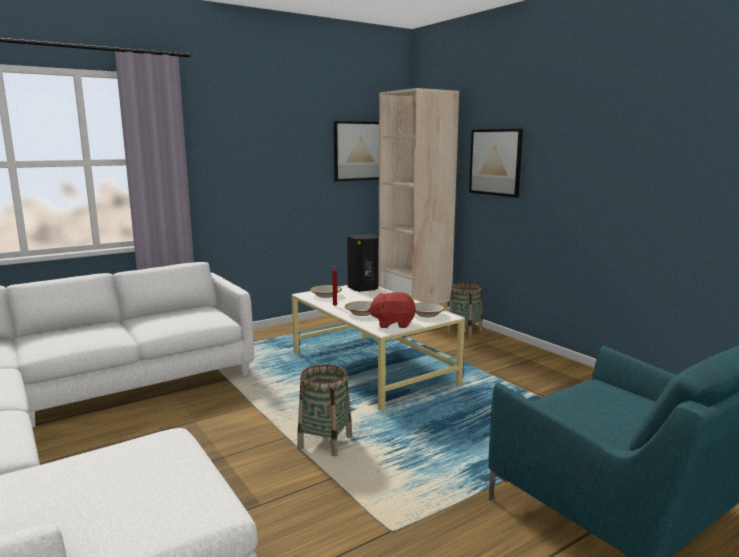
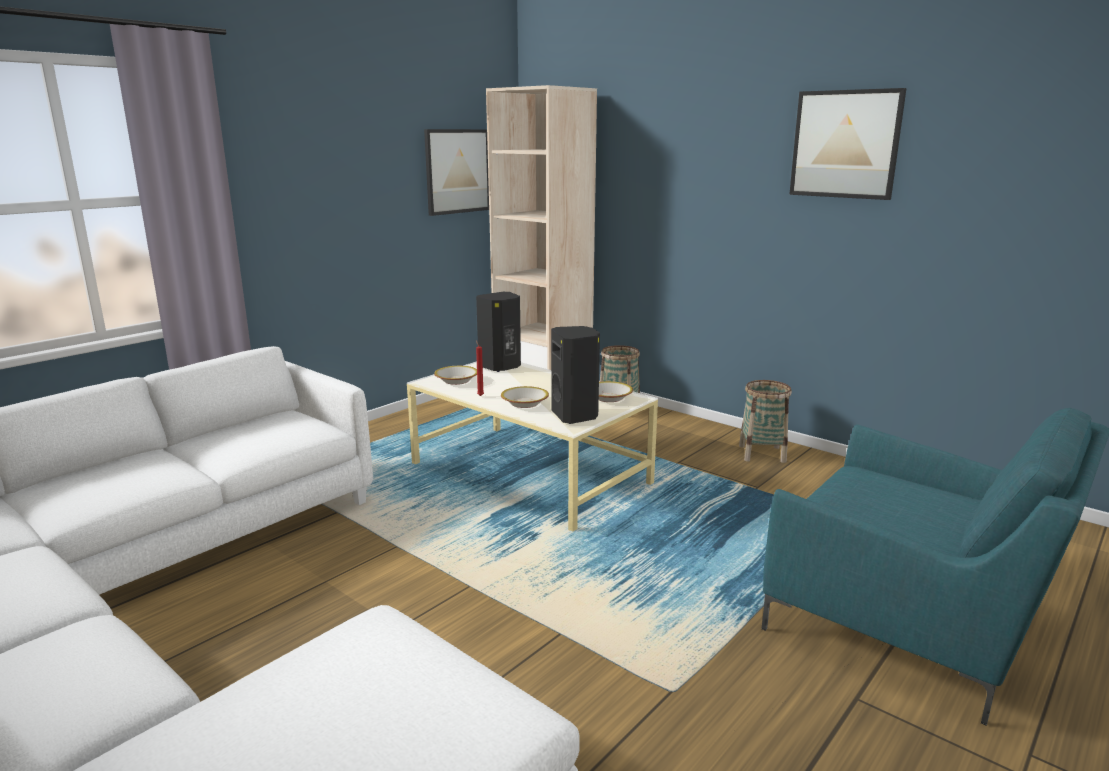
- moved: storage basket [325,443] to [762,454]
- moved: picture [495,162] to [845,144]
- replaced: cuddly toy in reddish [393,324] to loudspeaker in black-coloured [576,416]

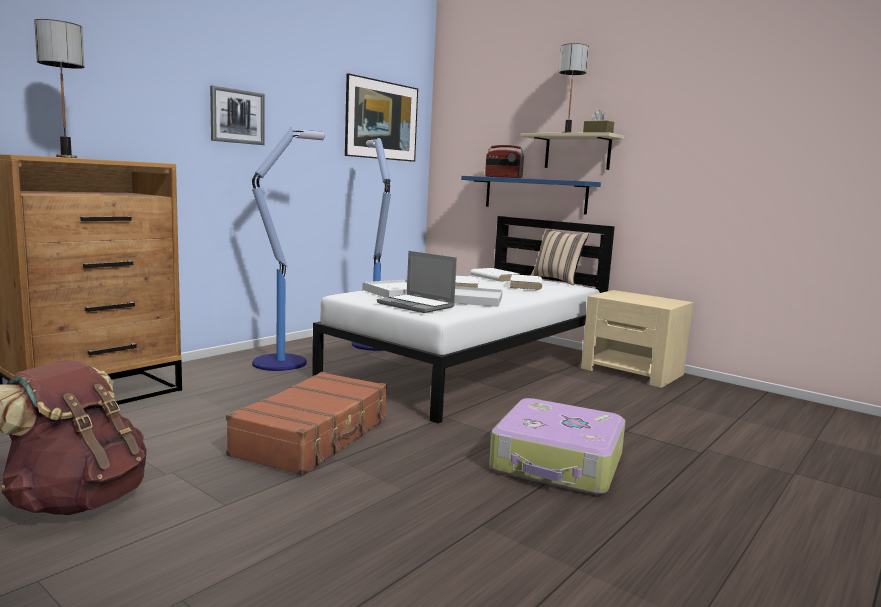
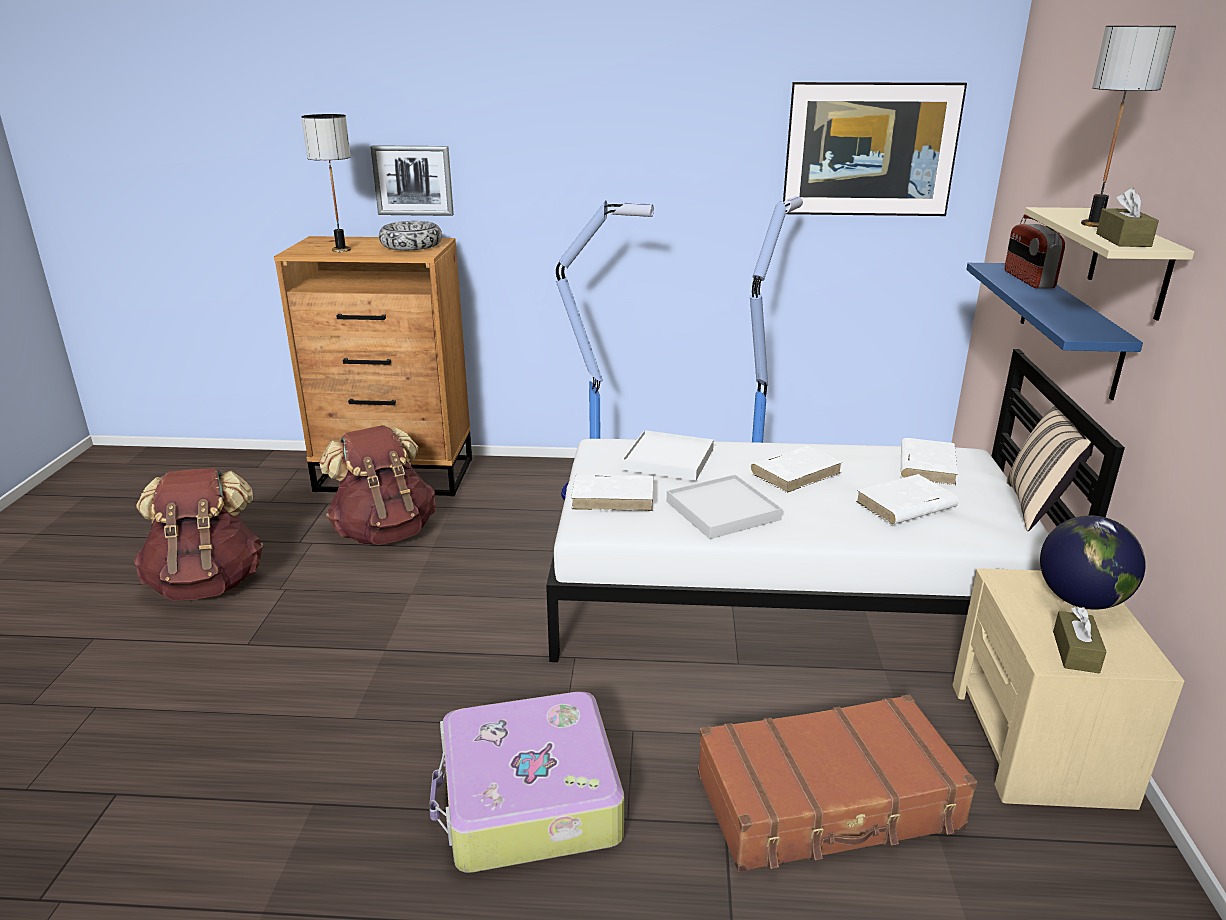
- added: knapsack in brown [385,532]
- added: deep dish [411,245]
- added: globe [1080,601]
- added: box of tissues in brown [1075,652]
- moved: picture [237,116] to [413,180]
- moved: travel case in brown [314,437] to [828,802]
- replaced: notebook computer [417,305] to book in white-coloured [614,496]

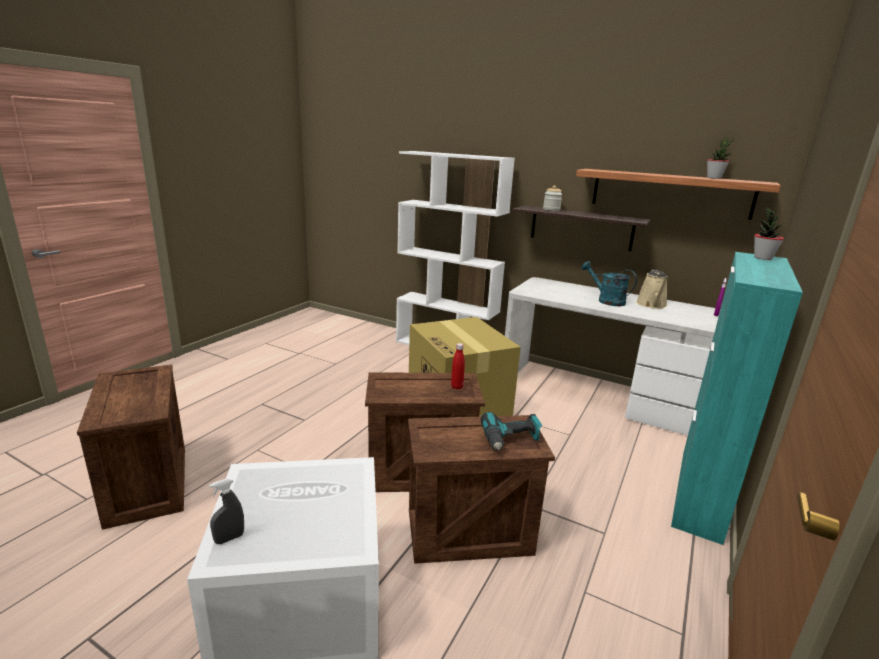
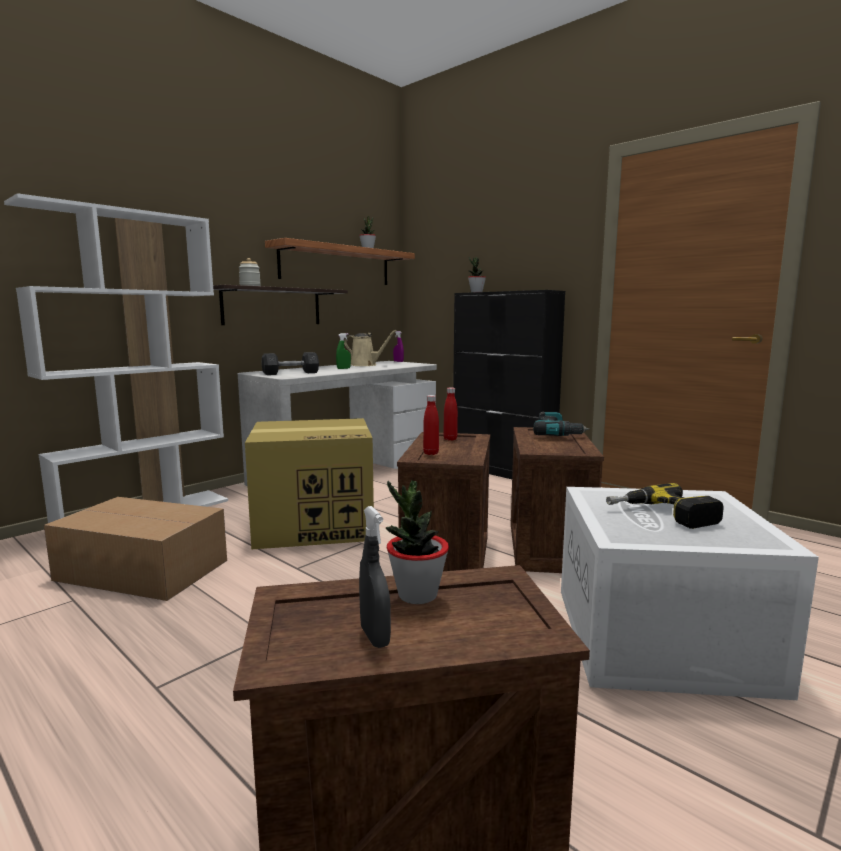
- added: cardboard box [141,569]
- added: dumbbell in gray [291,373]
- added: houseplant [417,595]
- added: bottle in reddish [431,453]
- added: electric drill [662,516]
- moved: sprayer in gray [229,538] to [375,636]
- replaced: sprinkling can in blue-green [606,300] to sprayer in green-coloured [343,368]
- recoloured: storage cabinet in blue-green [700,493] to storage cabinet in black-coloured [502,471]

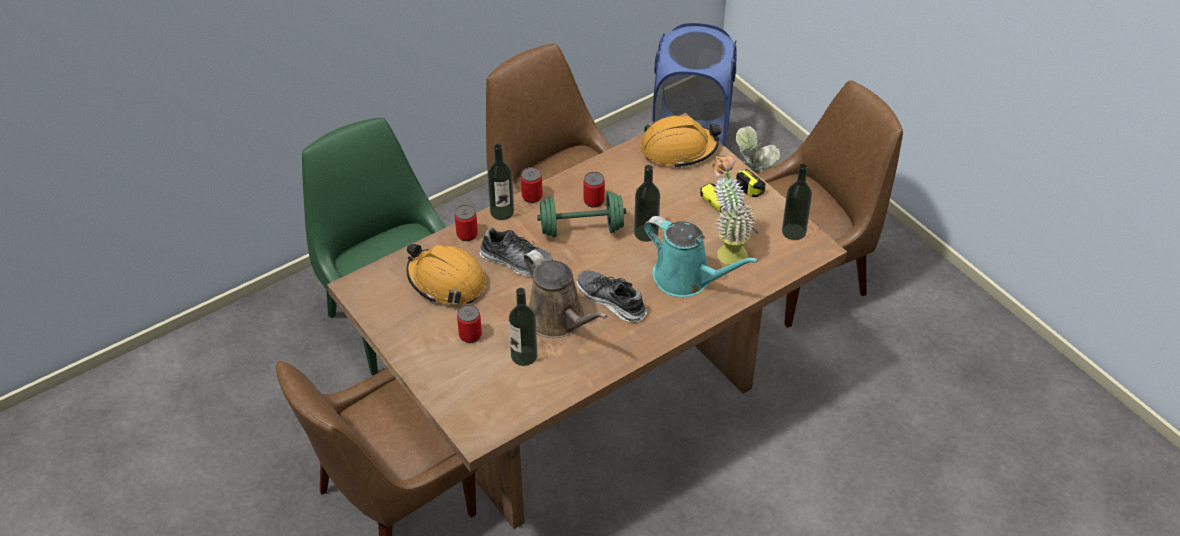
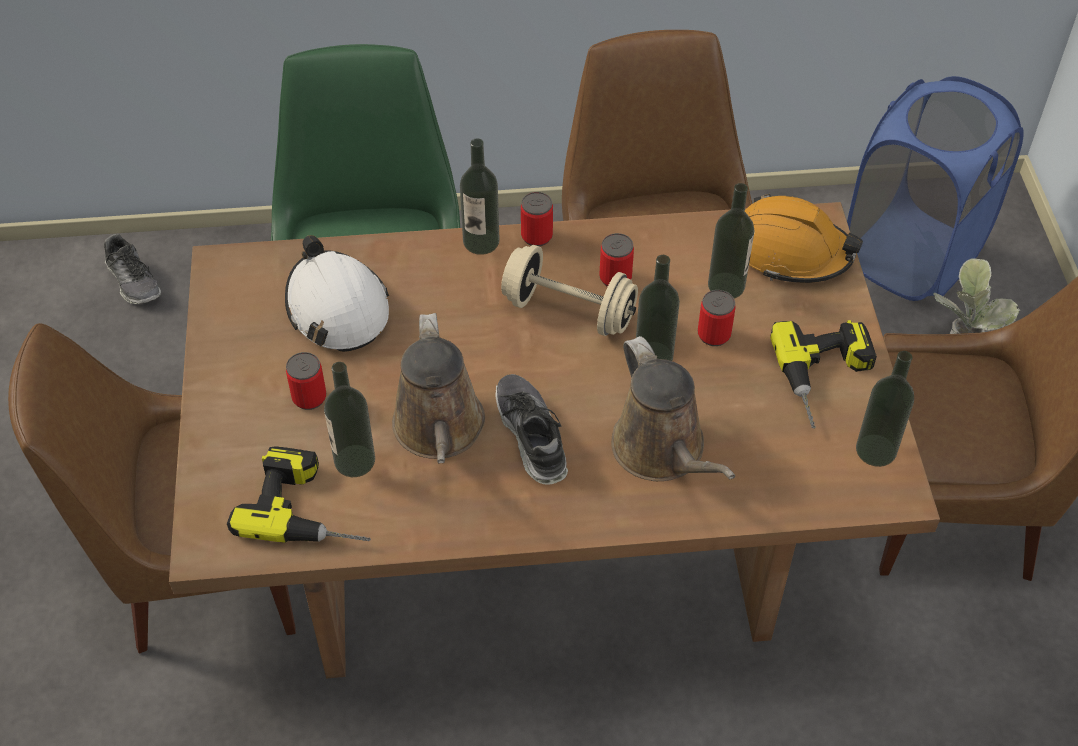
- removed: houseplant [726,250]
- added: electric drill [311,507]
- added: bottle [726,286]
- moved: metal can [467,234] to [714,335]
- moved: low shoe [516,261] to [134,281]
- recoloured: hard hat in orangey [446,281] to hard hat in white-coloured [337,308]
- recoloured: dumbbell in green-coloured [581,229] to dumbbell in beige-coloured [569,311]
- recoloured: sprinkling can in blue-green [687,278] to sprinkling can in brown [662,451]

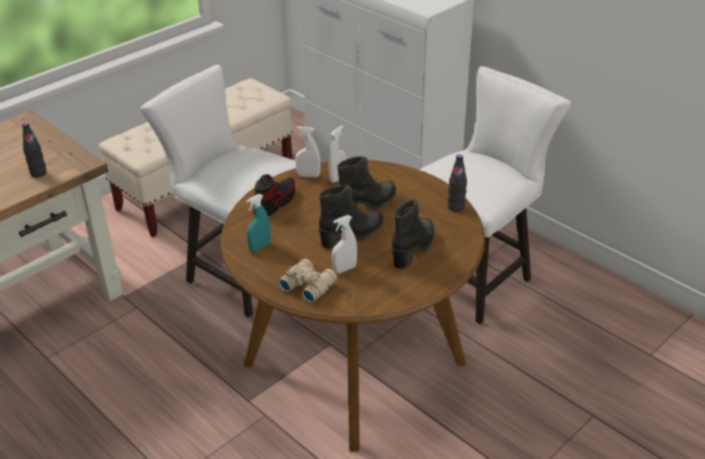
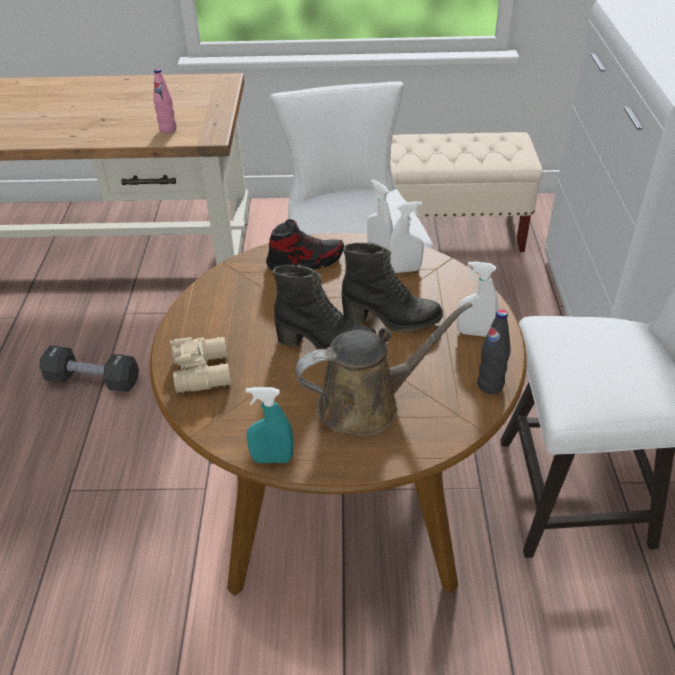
- added: dumbbell in black-coloured [93,380]
- moved: sprayer in blue-green [260,247] to [272,459]
- moved: sprayer in white-coloured [344,269] to [474,333]
- replaced: tall boot in black-coloured [414,248] to sprinkling can in brown [367,404]
- recoloured: bottle in black-coloured [38,173] to bottle in pinkish [168,129]

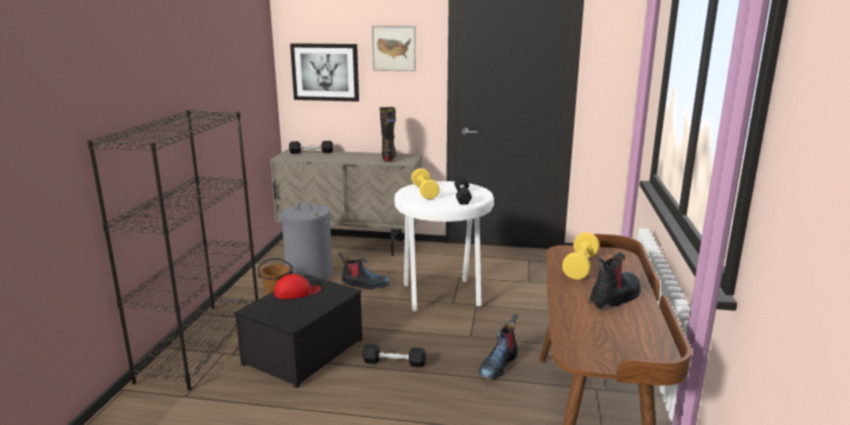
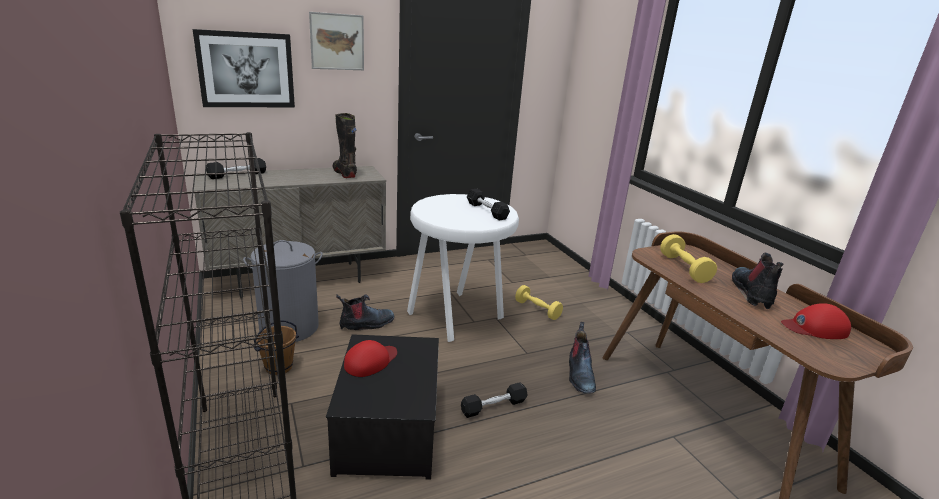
- added: peaked cap in reddish [814,328]
- moved: dumbbell in yellow-coloured [425,192] to [537,310]

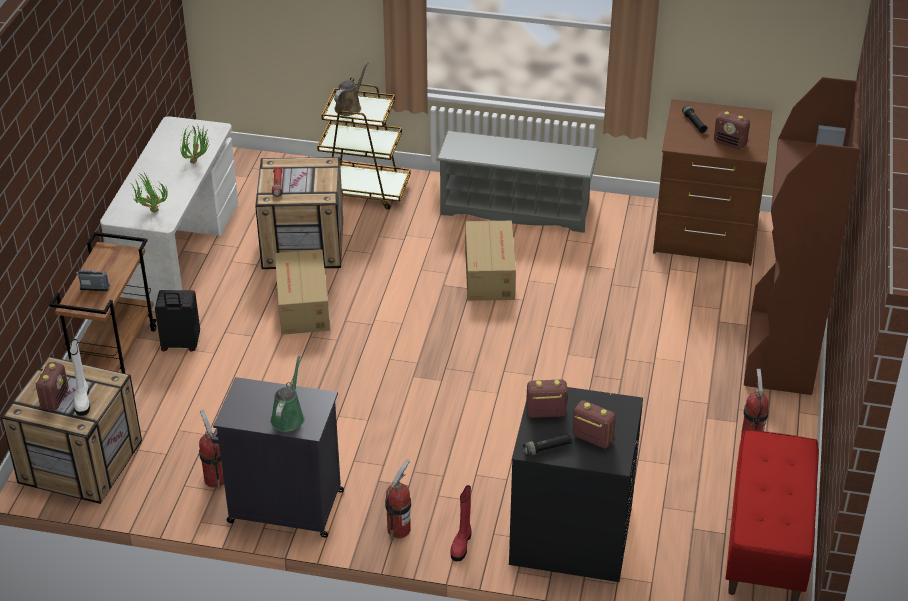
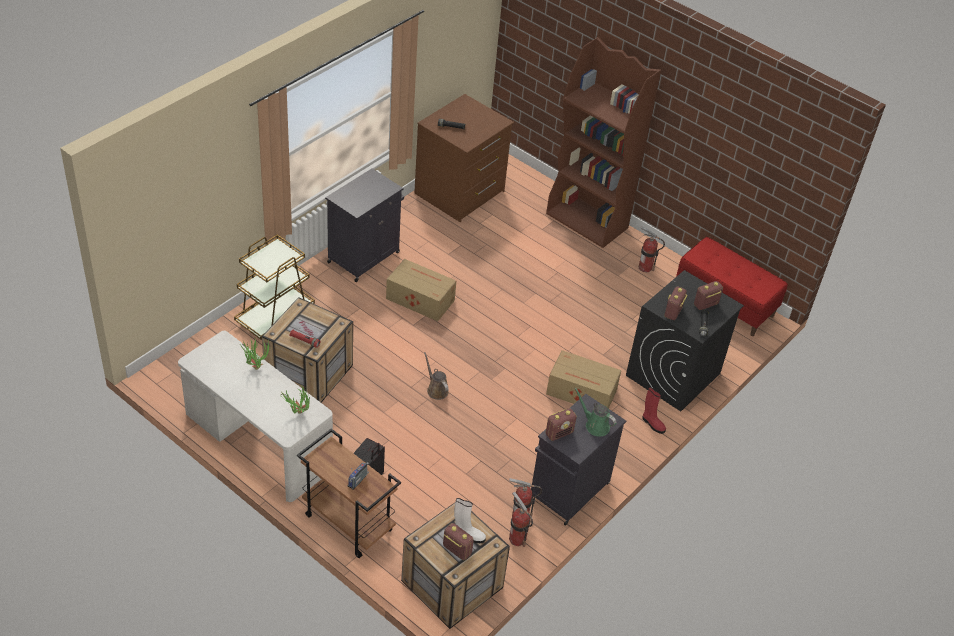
- moved: cardboard box [302,306] to [582,392]
- moved: sprinkling can in brown [349,107] to [436,389]
- moved: extinguisher [399,529] to [517,539]
- moved: radio receiver [730,143] to [559,433]
- replaced: shoe rack in gray [516,209] to storage cabinet in black-coloured [364,256]

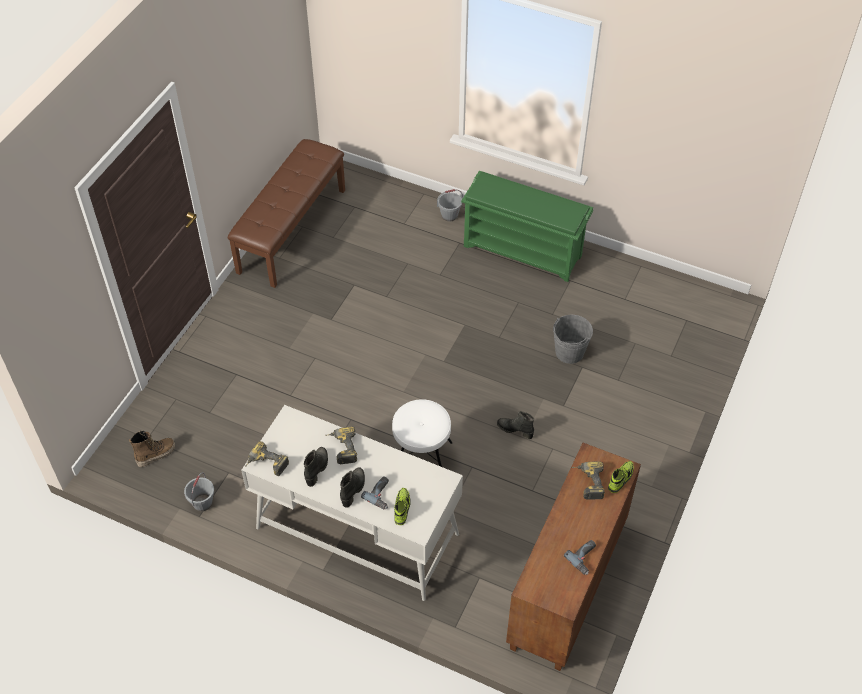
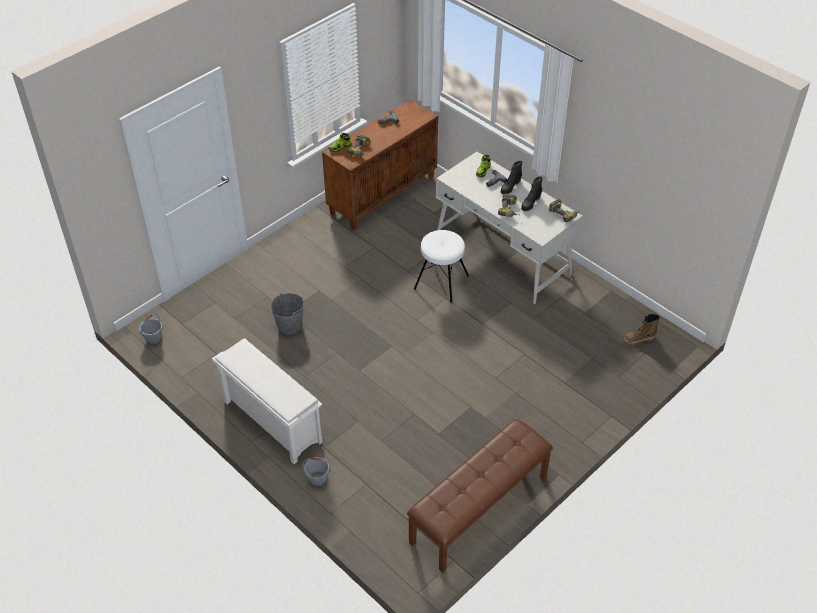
- removed: tall boot in black-coloured [515,430]
- moved: water bucket in gray [202,503] to [153,339]
- recoloured: shoe rack in green-coloured [524,251] to shoe rack in white-coloured [271,421]

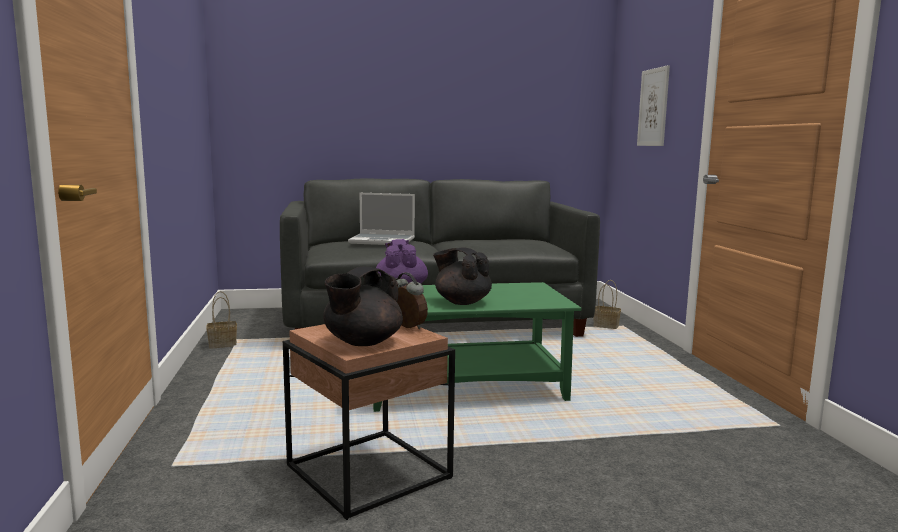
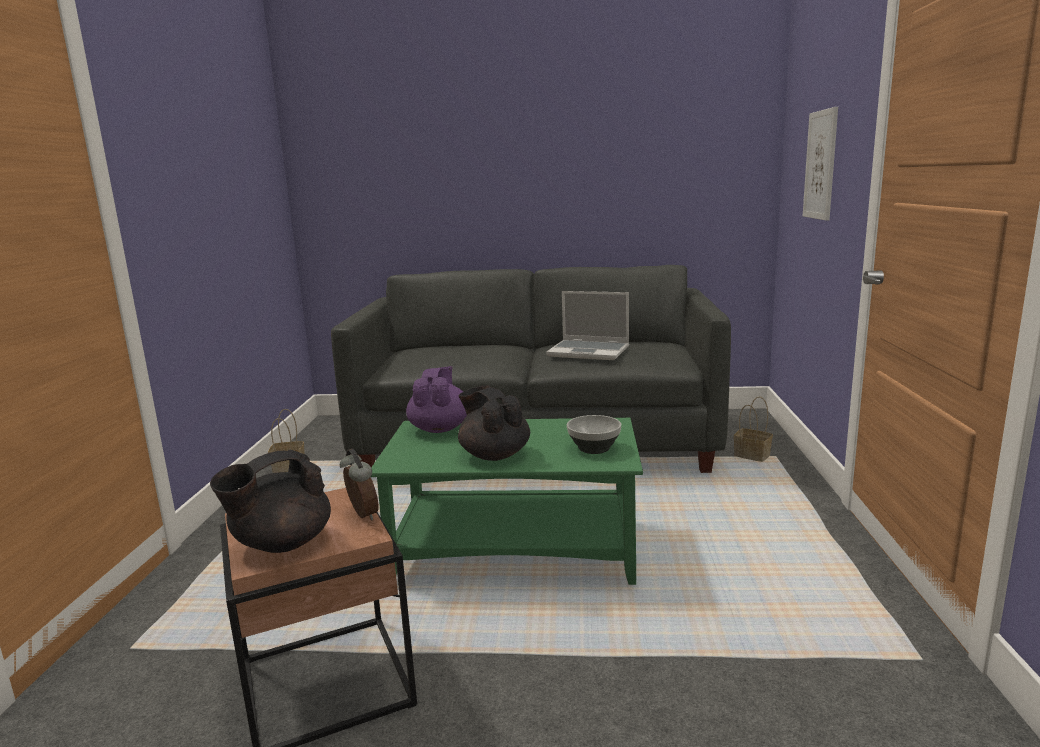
- added: deep dish [595,448]
- moved: notebook computer [383,241] to [590,352]

